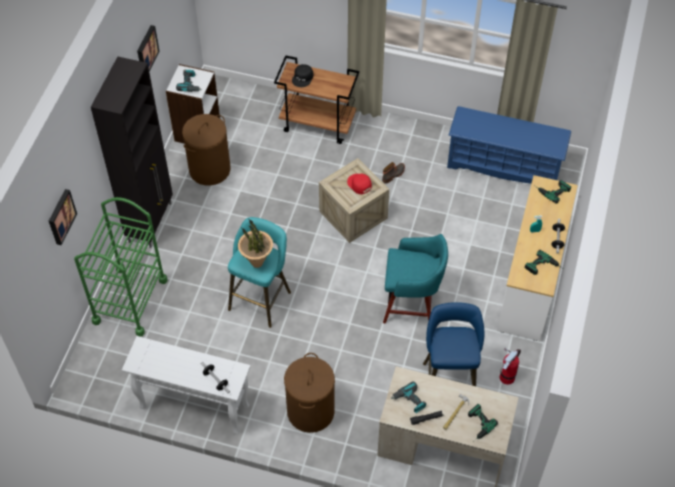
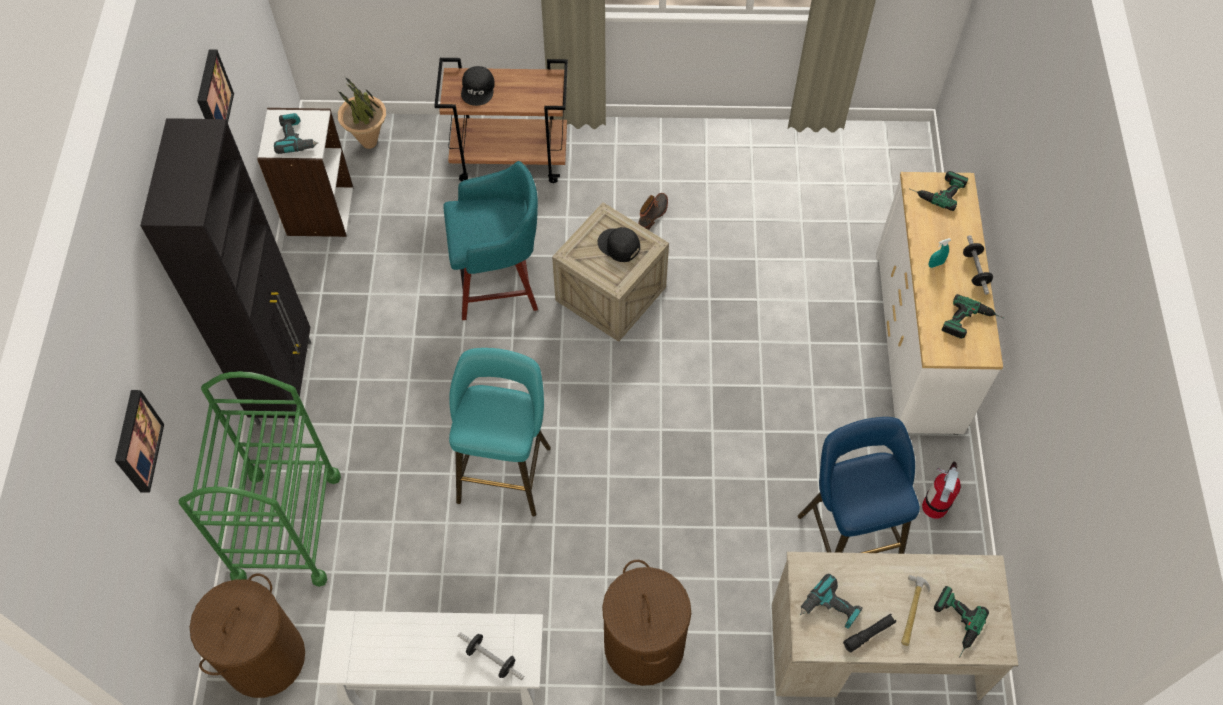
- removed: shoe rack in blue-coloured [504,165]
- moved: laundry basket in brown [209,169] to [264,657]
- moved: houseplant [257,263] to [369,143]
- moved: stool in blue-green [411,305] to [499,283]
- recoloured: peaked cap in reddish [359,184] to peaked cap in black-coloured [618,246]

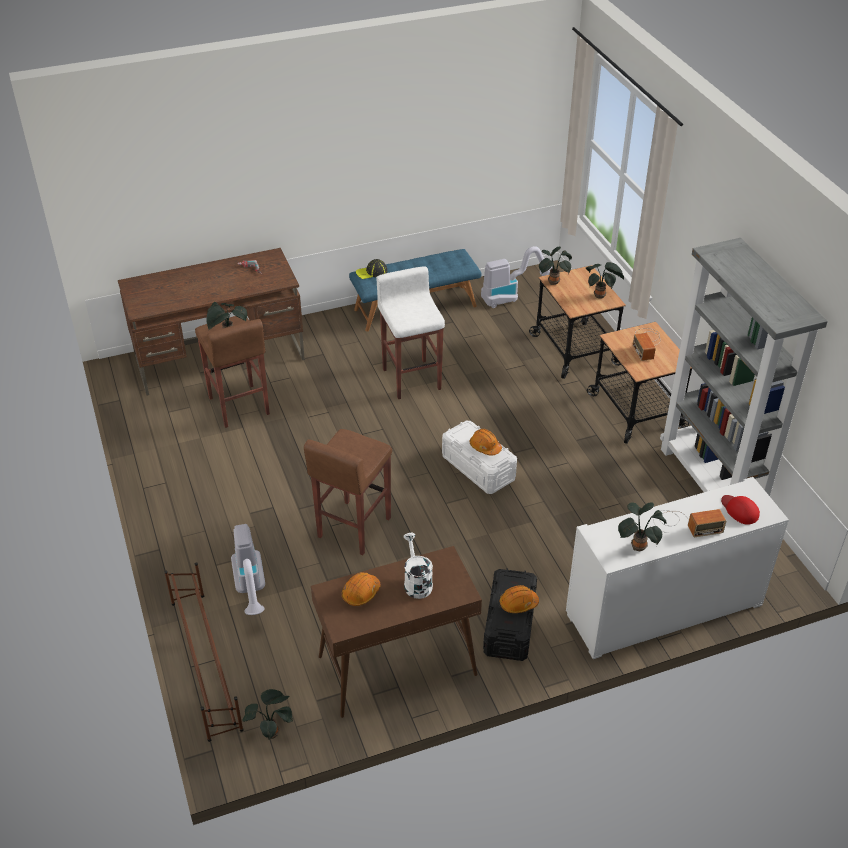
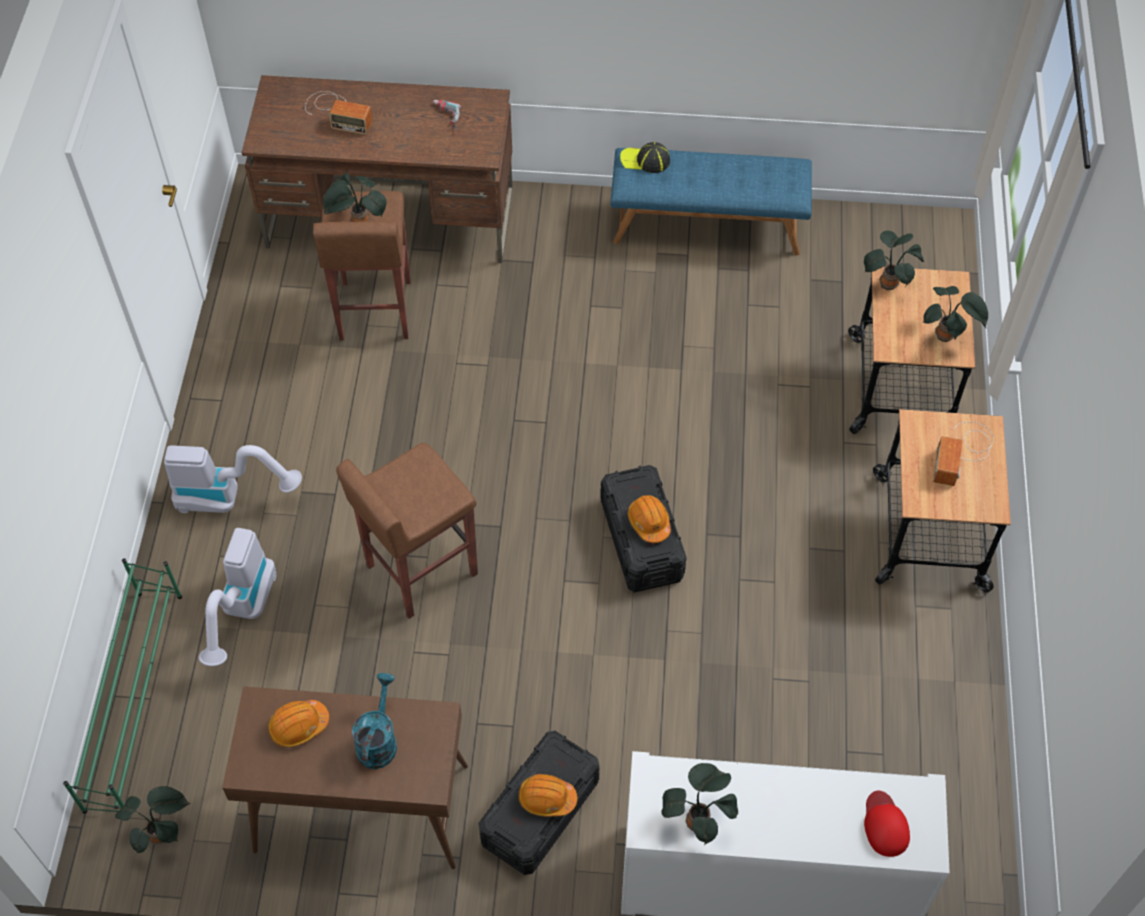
- removed: stool in white-coloured [412,378]
- removed: shelving unit in gray [711,485]
- moved: hoover [511,296] to [230,497]
- moved: radio receiver [685,524] to [337,112]
- recoloured: shoe rack in brown [206,663] to shoe rack in green-coloured [135,699]
- recoloured: sprinkling can in white-coloured [416,582] to sprinkling can in blue-green [378,740]
- recoloured: storage bin in white-coloured [478,468] to storage bin in black-coloured [641,540]

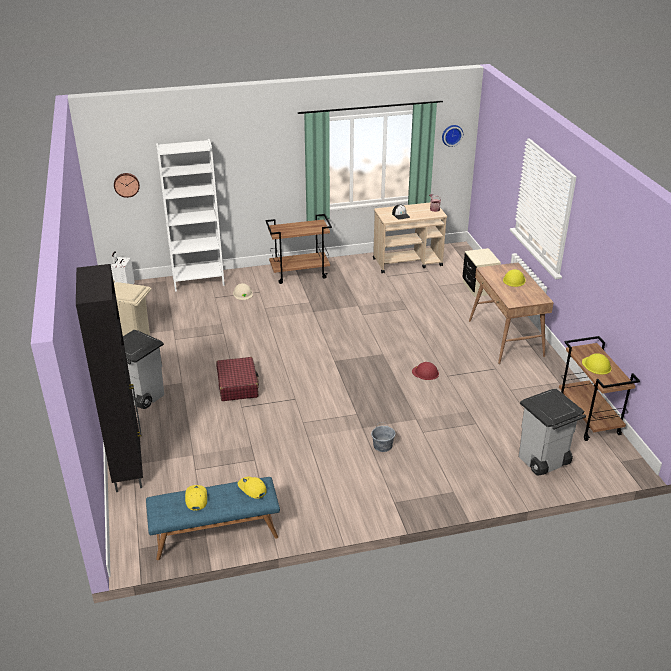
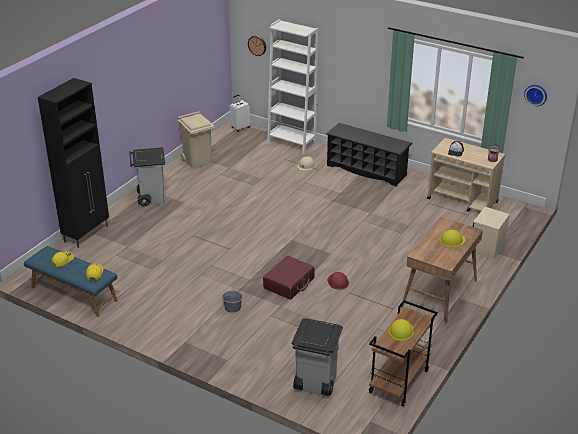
- moved: travel case in reddish [238,385] to [289,283]
- replaced: cart in brown [300,273] to shoe rack in black-coloured [367,170]

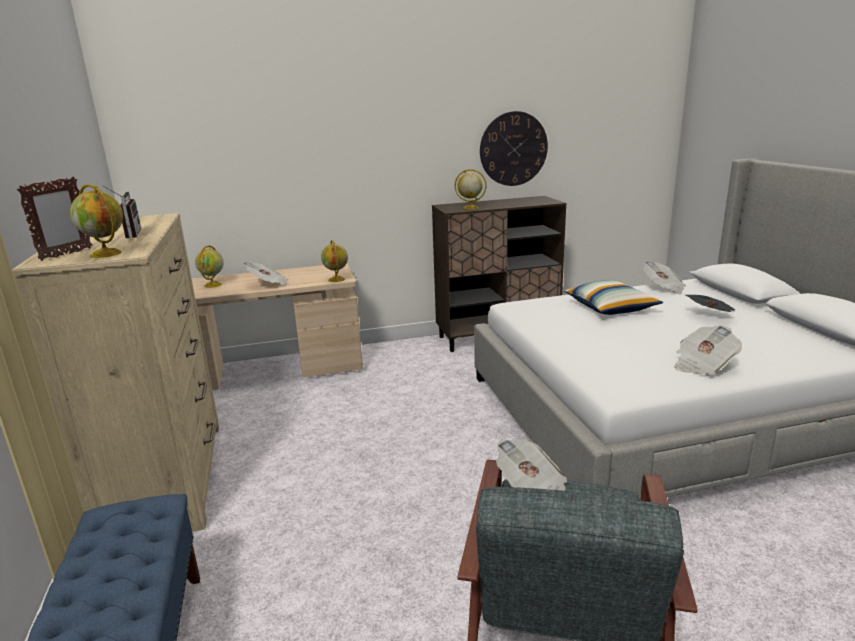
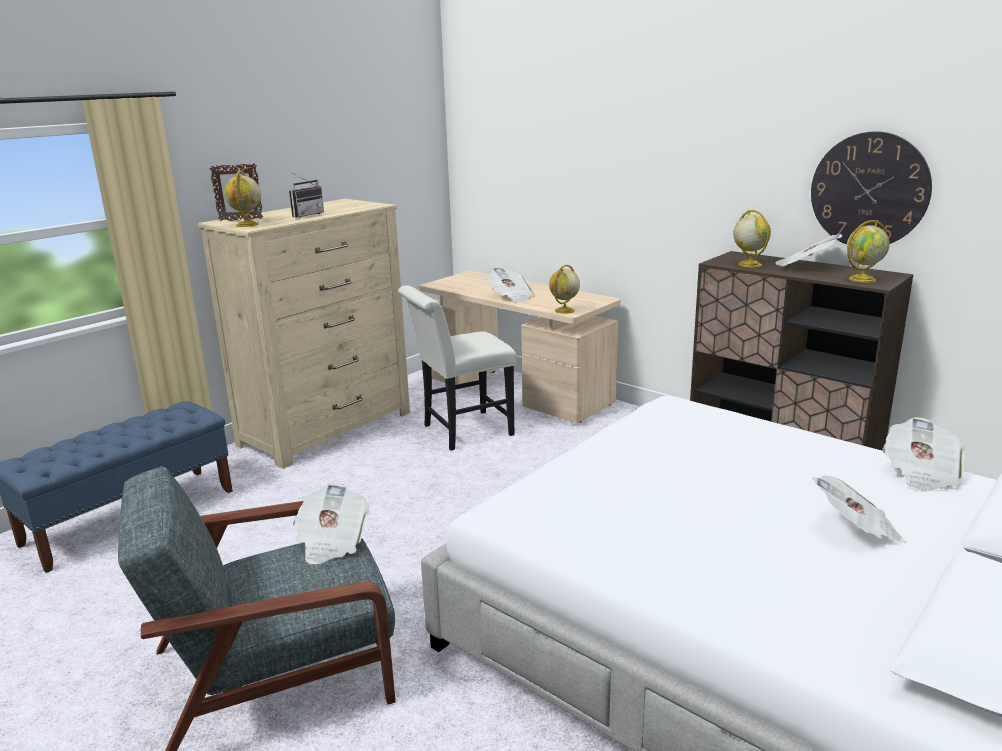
- removed: throw pillow [610,308]
- added: plain chair in white-coloured [461,431]
- moved: globe [213,285] to [862,279]
- moved: newspaper [702,365] to [804,267]

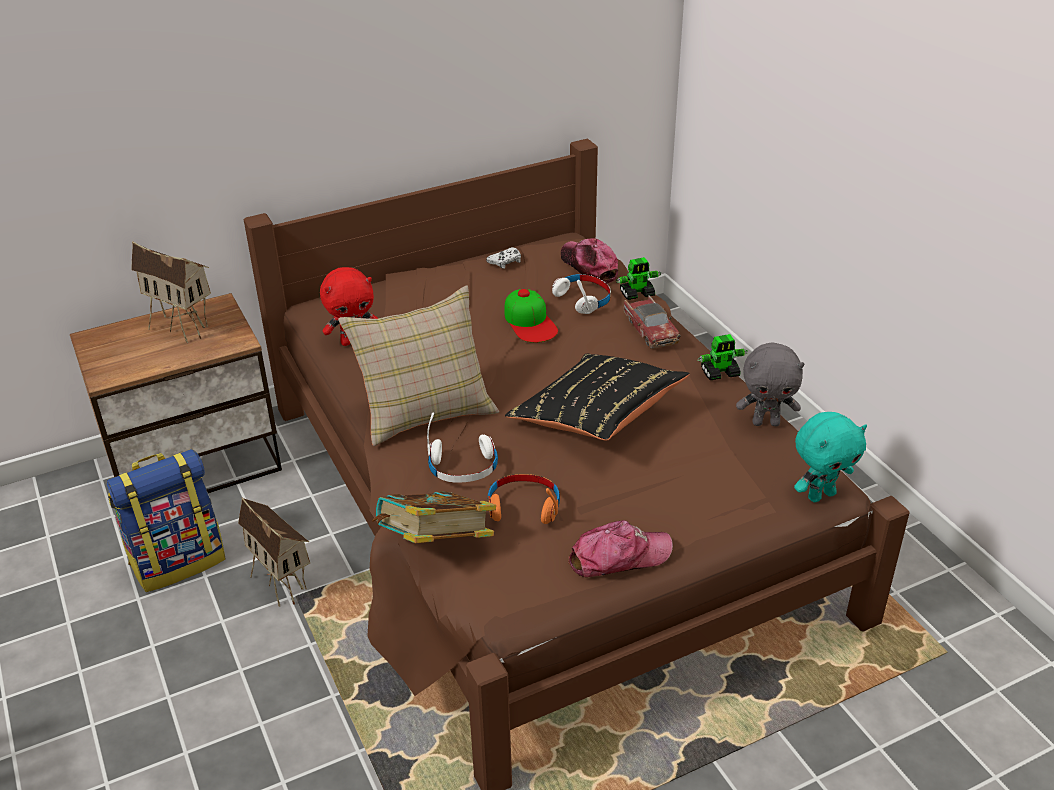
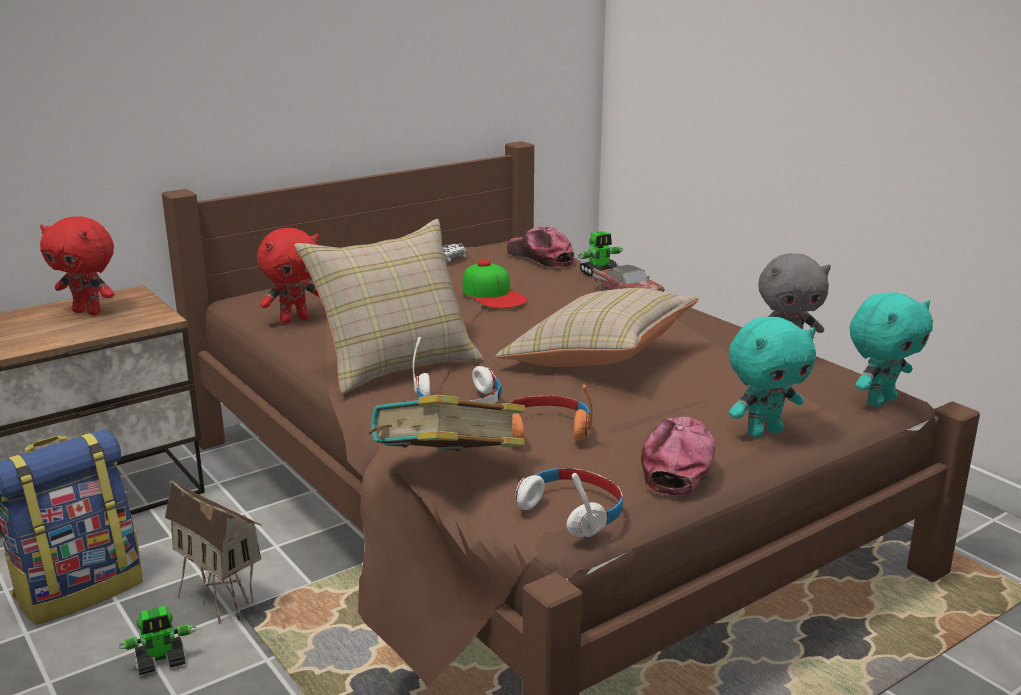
- added: cuddly toy in blue-green [764,432]
- moved: headset in white-coloured [583,299] to [572,511]
- moved: model robot [720,373] to [161,662]
- replaced: model house [183,328] to cuddly toy in reddish [88,312]
- recoloured: throw pillow in black-coloured [596,417] to throw pillow in beige-coloured [598,358]
- turned: peaked cap [619,557] = [679,465] 45 degrees counterclockwise

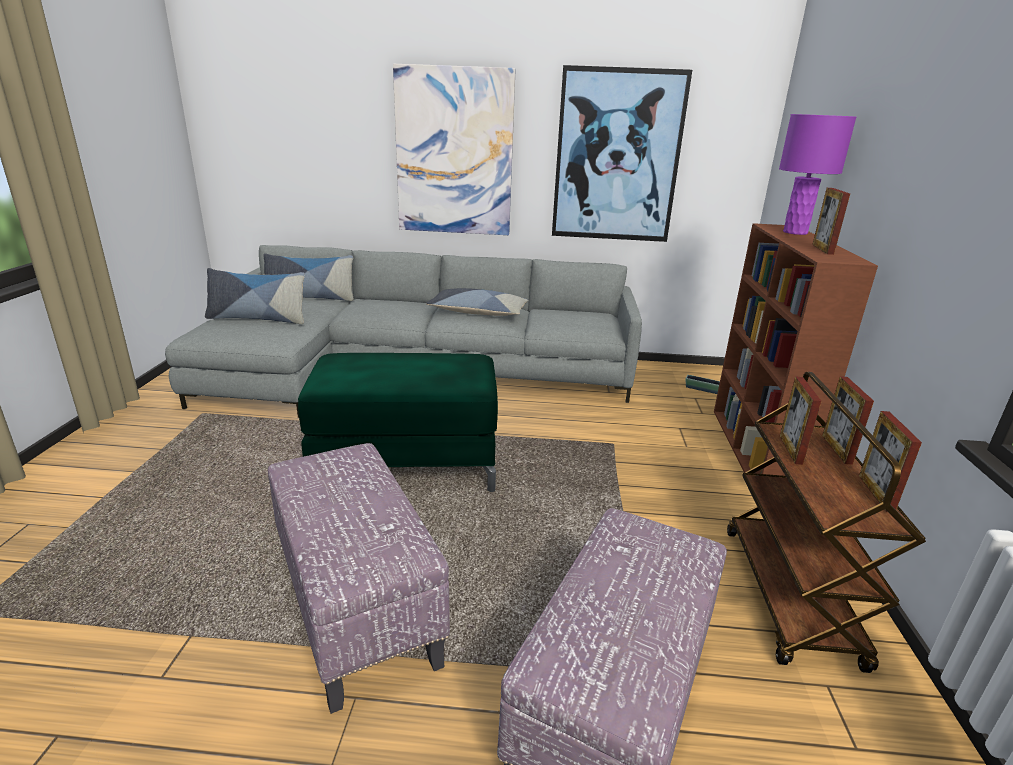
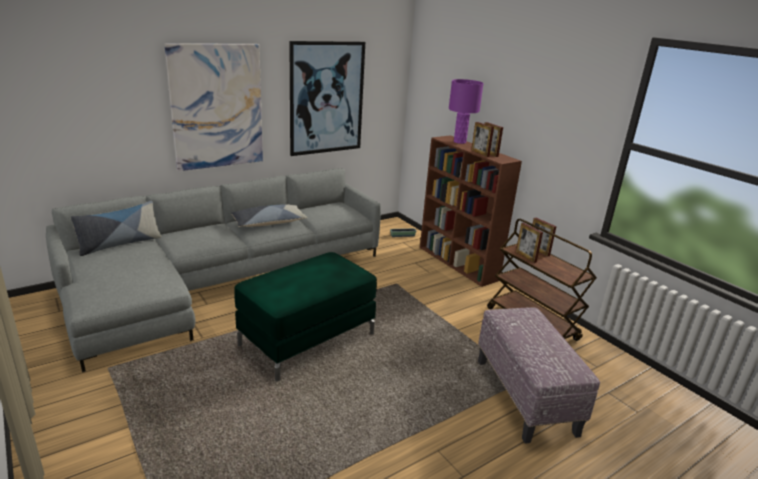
- removed: throw pillow [258,318]
- removed: ottoman [354,605]
- moved: standing frame [876,493] to [480,153]

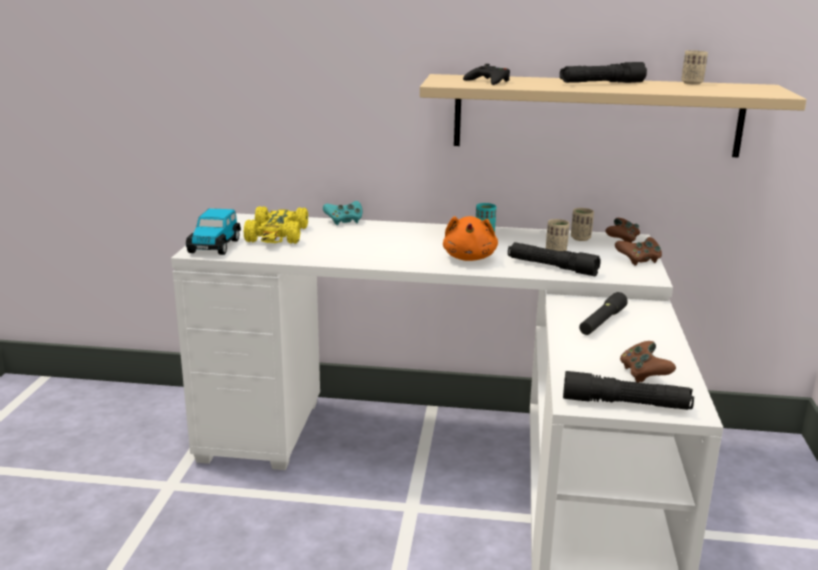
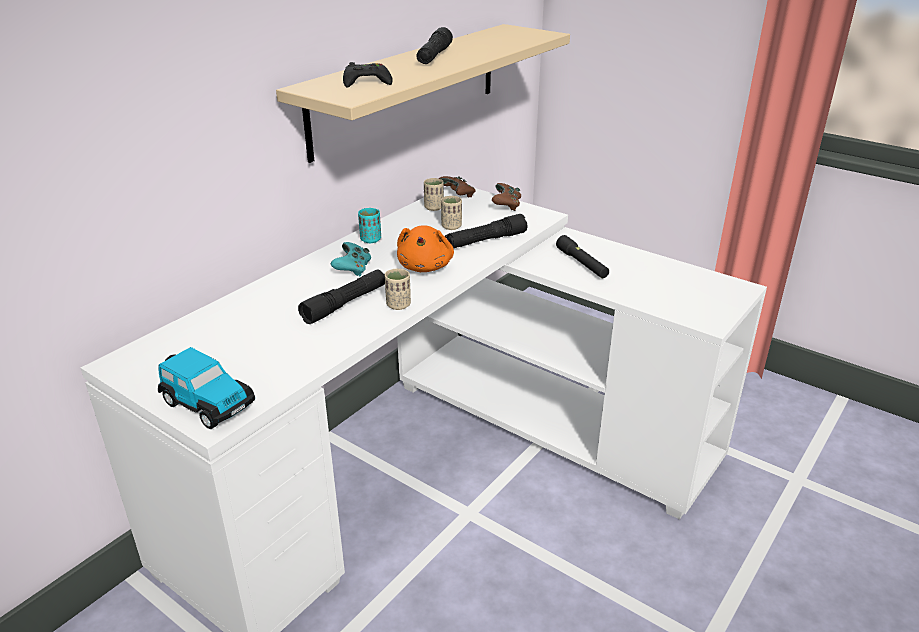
- removed: toy car in yellow-coloured [277,235]
- removed: gamepad in brown [643,374]
- moved: gamepad in blue-green [344,221] to [353,269]
- moved: flashlight in black-coloured [625,404] to [346,304]
- moved: drinking cup in beige-coloured [692,83] to [398,305]
- turned: cuddly toy in orangey [469,258] = [426,266] 60 degrees clockwise

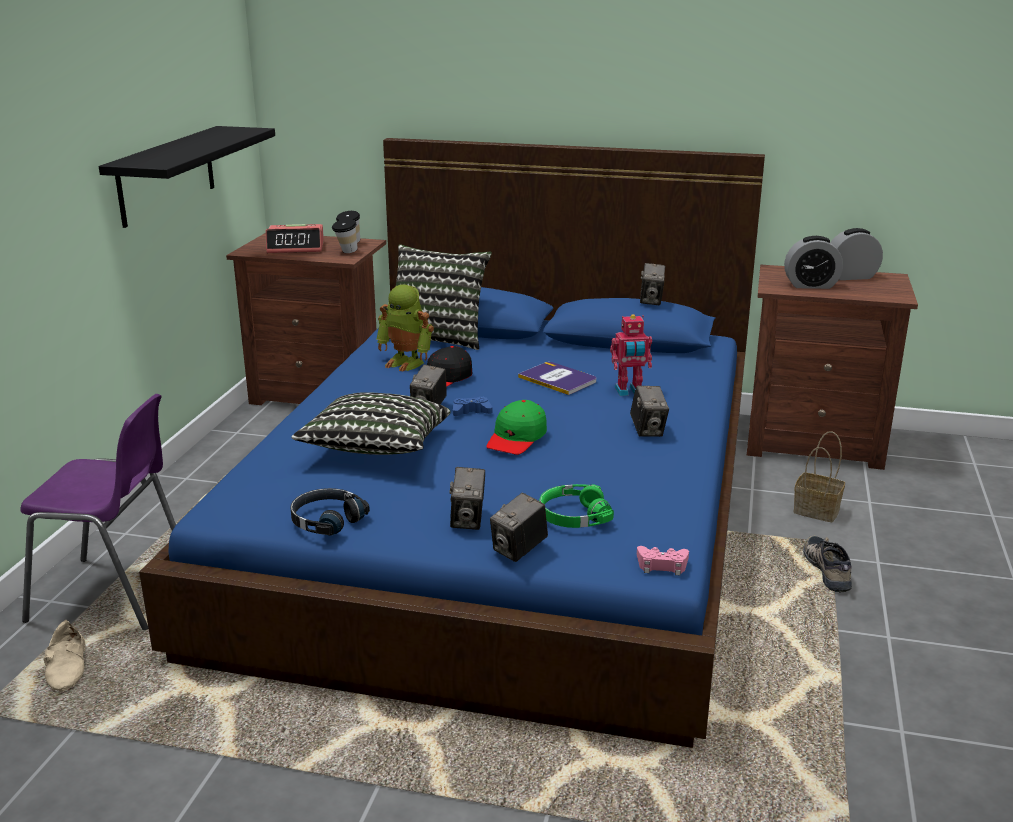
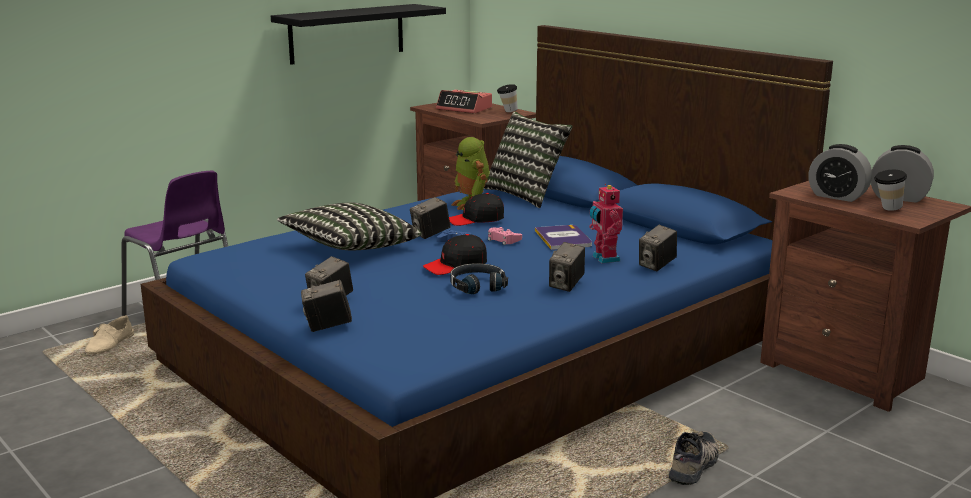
- removed: headset in green-coloured [573,516]
- removed: storage basket [818,511]
- moved: headset in black-coloured [326,520] to [477,286]
- moved: drinking cup [346,252] to [886,209]
- moved: gamepad in pinkish [662,565] to [503,240]
- moved: still camera [651,301] to [657,266]
- recoloured: peaked cap in green-coloured [517,438] to peaked cap in black-coloured [456,265]
- turned: model robot [629,392] = [604,258] 45 degrees clockwise

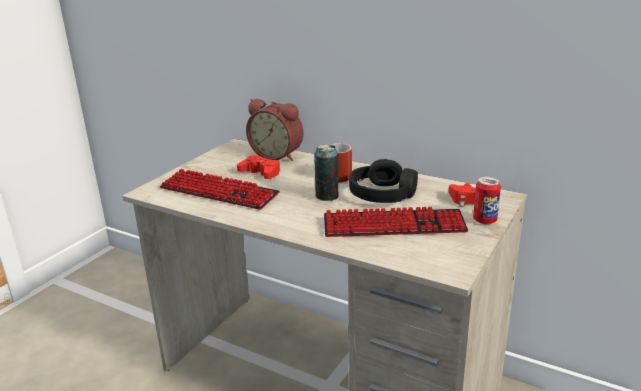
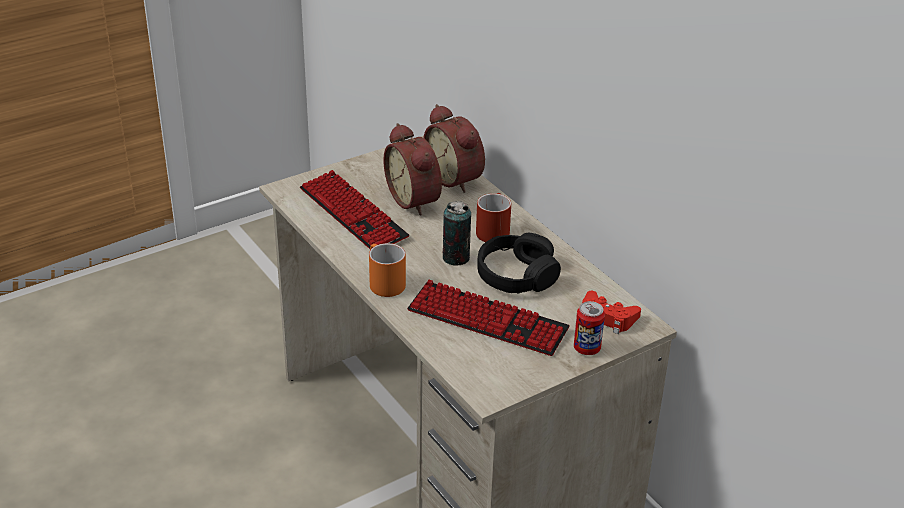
- added: mug in orangey [382,282]
- replaced: gamepad in reddish [260,173] to bedside clock [416,200]

